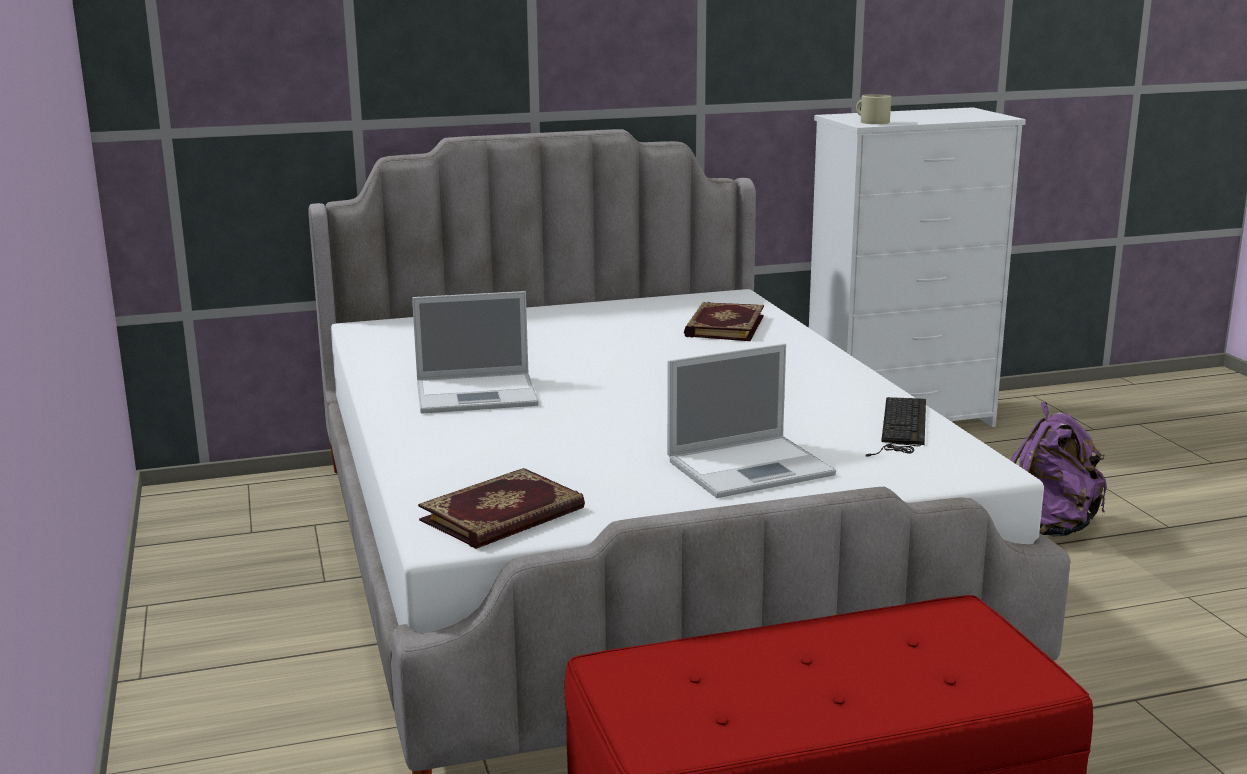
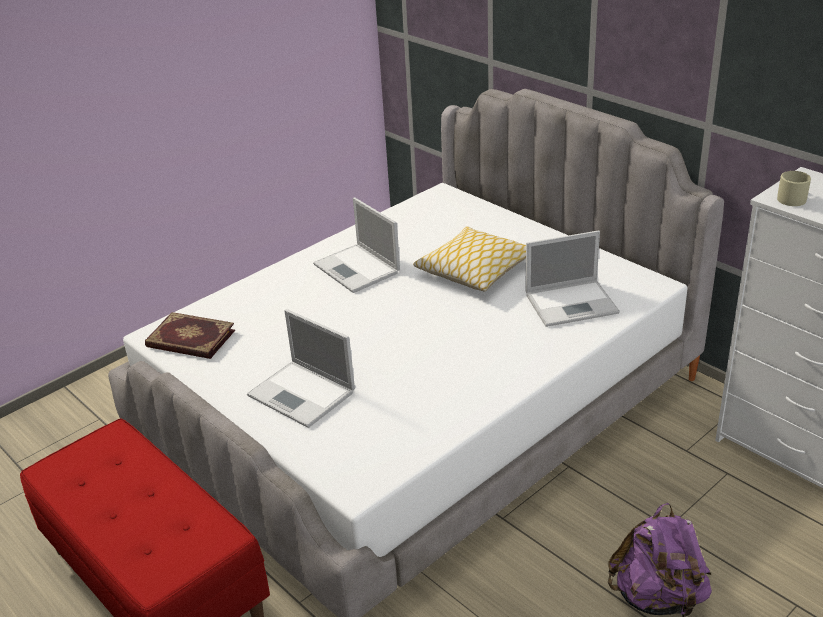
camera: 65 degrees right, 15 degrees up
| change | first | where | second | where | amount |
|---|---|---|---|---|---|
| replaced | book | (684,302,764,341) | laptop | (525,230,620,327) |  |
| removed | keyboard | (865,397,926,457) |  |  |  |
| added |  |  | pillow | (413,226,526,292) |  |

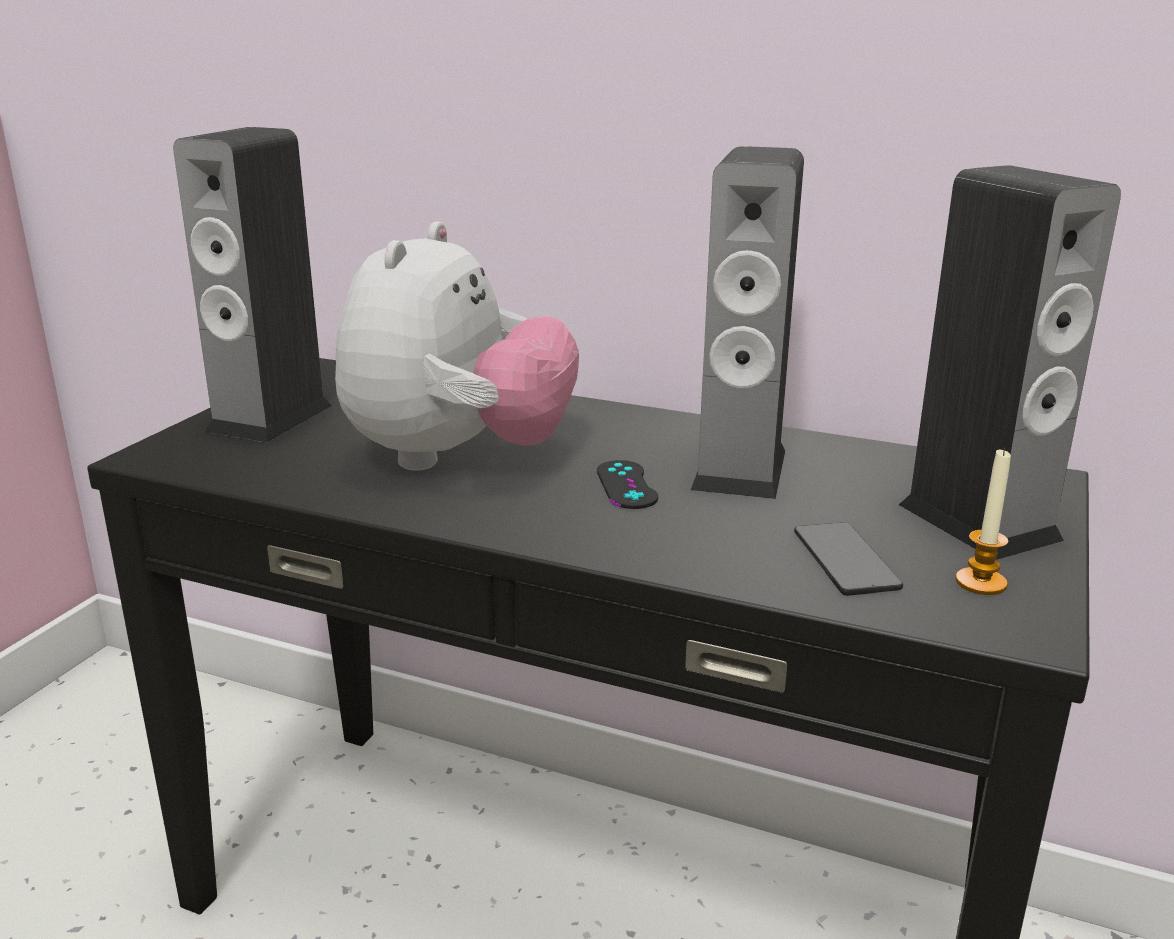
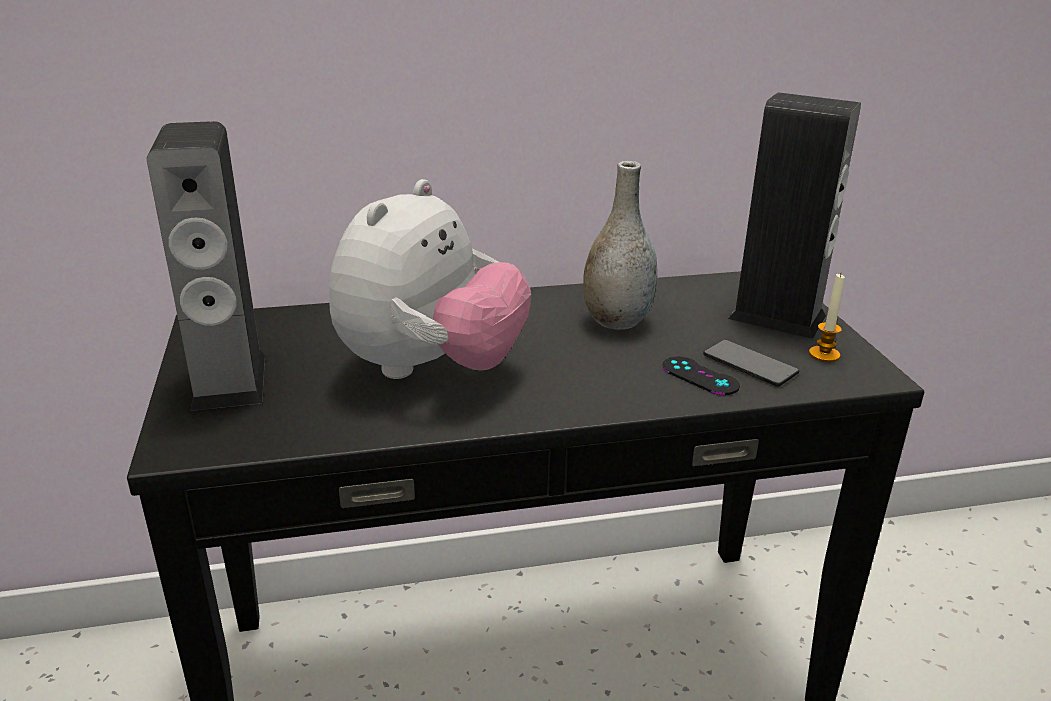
camera: 35 degrees left, 5 degrees up
| change | first | where | second | where | amount |
|---|---|---|---|---|---|
| replaced | speaker | (691,146,804,499) | vase (grey) | (583,161,658,330) |  |
| turned | plush toy | (335,222,579,471) |  | (329,179,531,379) | 45 degrees clockwise |
| moved | game controller (black) | (597,460,658,509) |  | (663,357,740,395) |  |

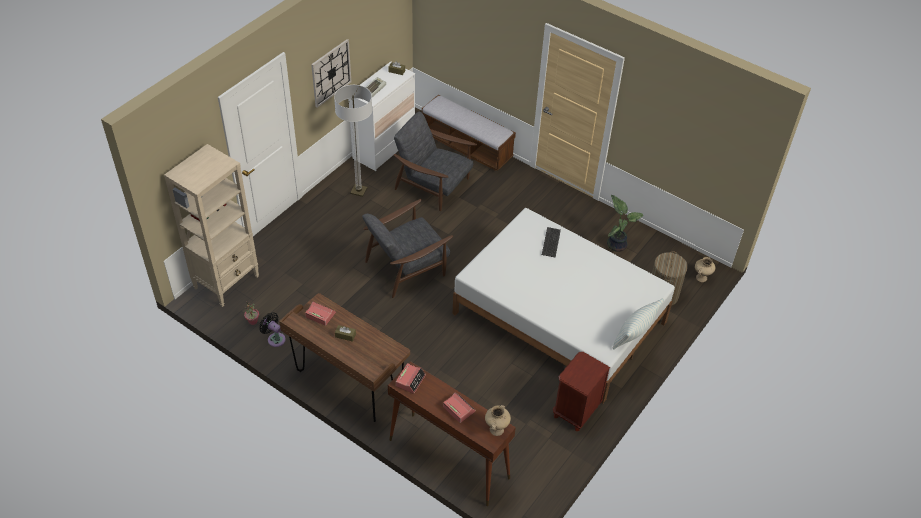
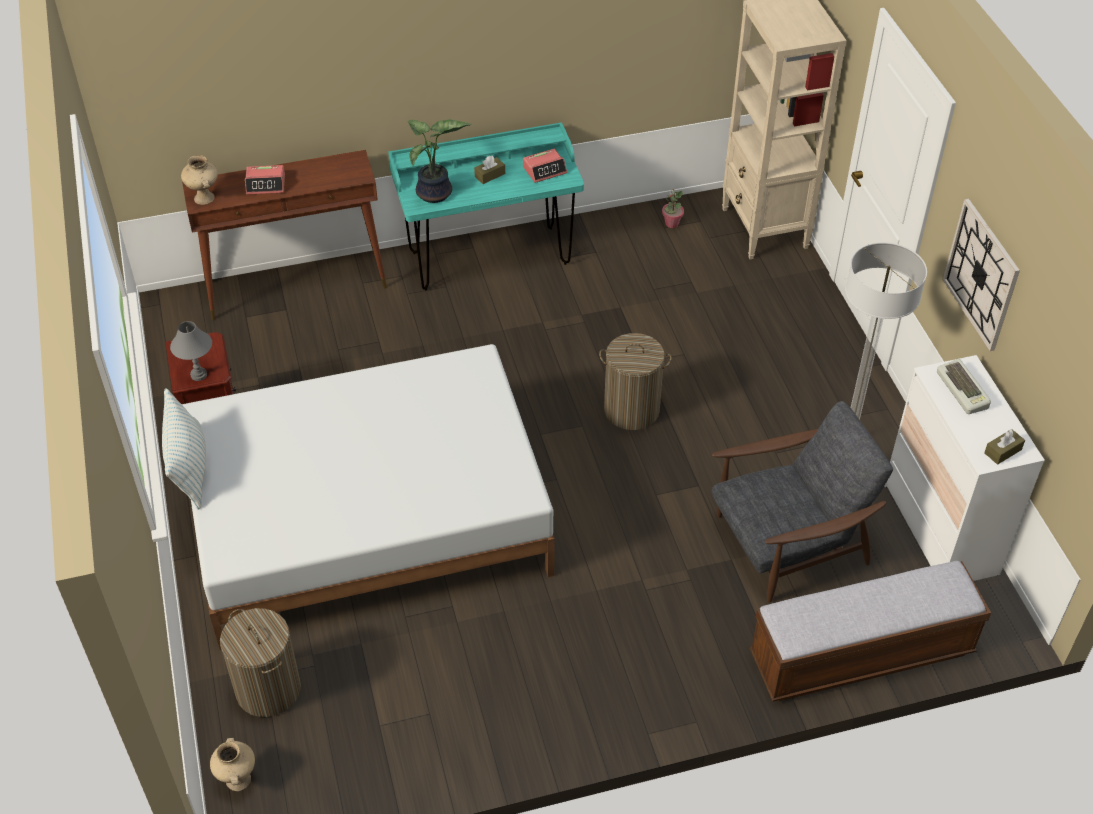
camera: 130 degrees right, 0 degrees up
| change | first | where | second | where | amount |
|---|---|---|---|---|---|
| moved | potted plant | (607,195,643,252) |  | (407,119,472,203) |  |
| replaced | armchair (grey) | (362,199,453,298) | laundry basket | (599,333,672,430) |  |
| removed | keyboard | (542,227,561,258) |  |  |  |
| recoloured | desk (brown) | (279,293,410,422) | desk (turquoise) | (388,122,584,291) |  |
| removed | fan (black) | (259,312,286,347) |  |  |  |
| removed | alarm clock | (396,363,426,394) |  |  |  |
| added |  |  | table lamp (grey) | (170,321,212,381) |  |

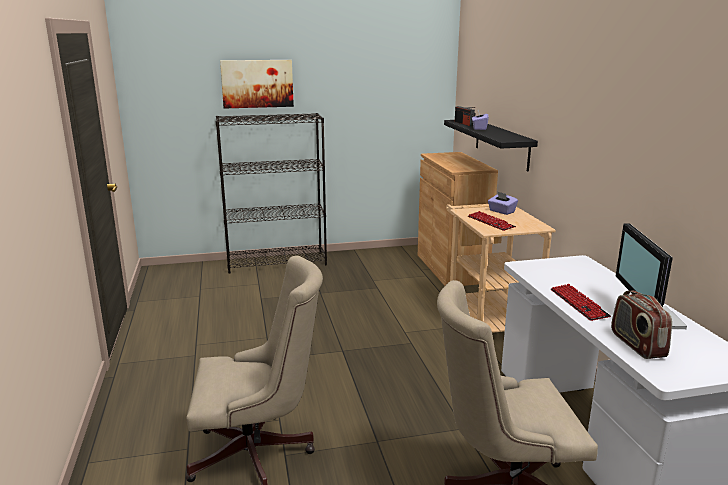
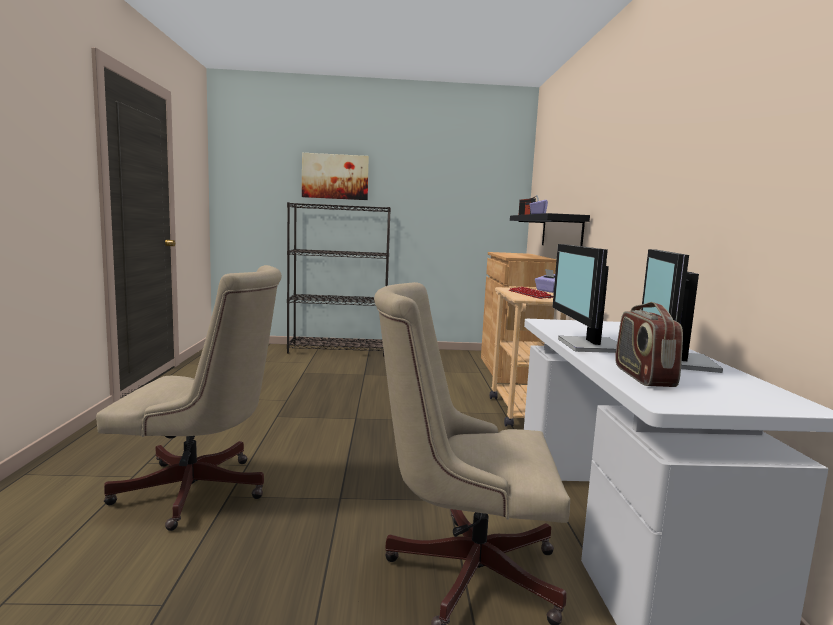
camera: 10 degrees right, 10 degrees down
| change | first | where | second | where | amount |
|---|---|---|---|---|---|
| replaced | keyboard | (551,284,611,321) | monitor | (552,244,617,353) |  |

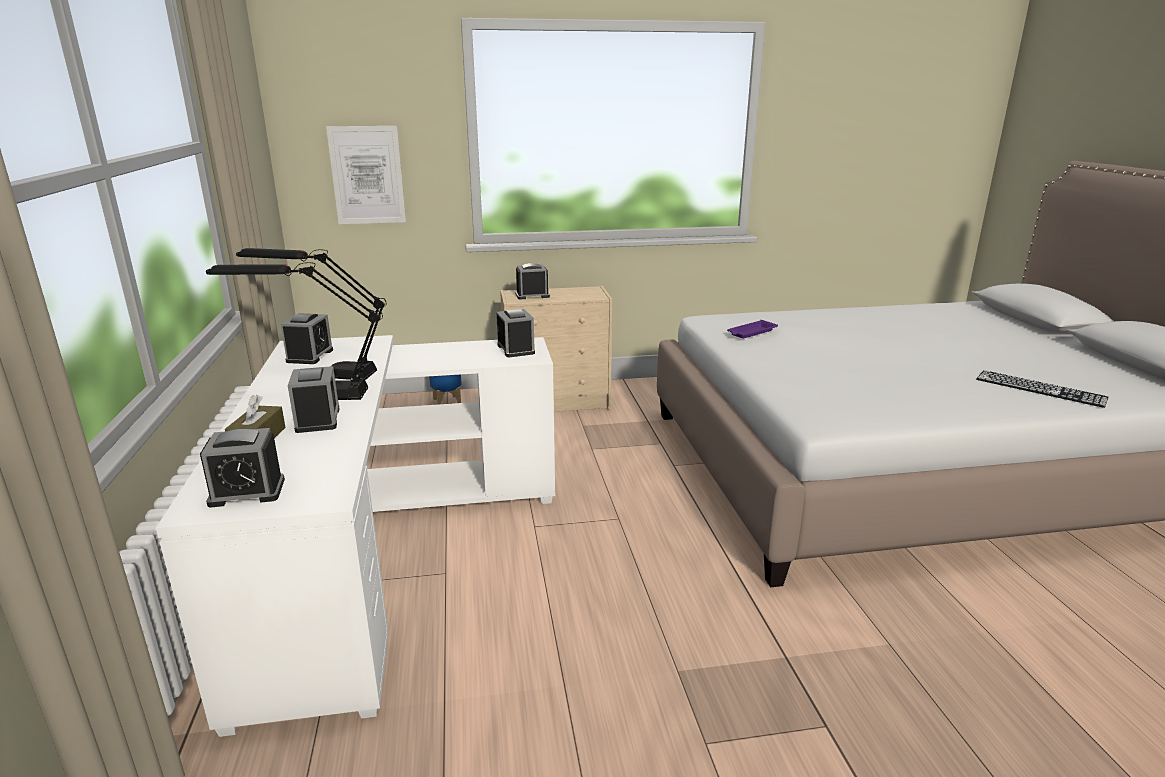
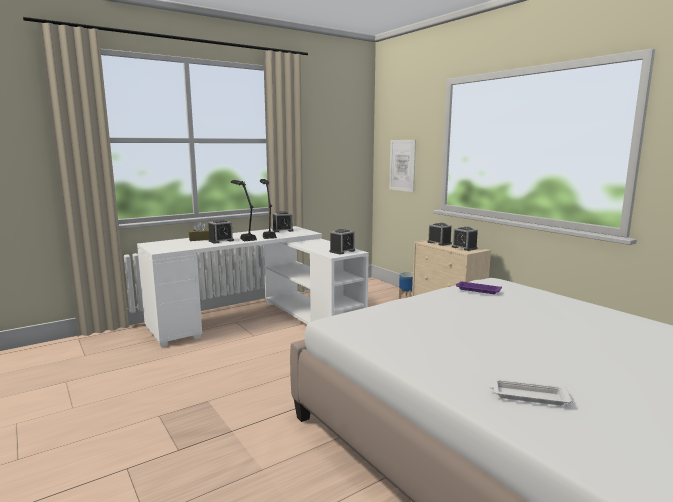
camera: 65 degrees right, 10 degrees down
| change | first | where | second | where | amount |
|---|---|---|---|---|---|
| replaced | keyboard | (976,370,1109,408) | tray (white) | (490,379,573,405) |  |
| moved | alarm clock | (200,428,285,508) |  | (452,227,478,251) |  |

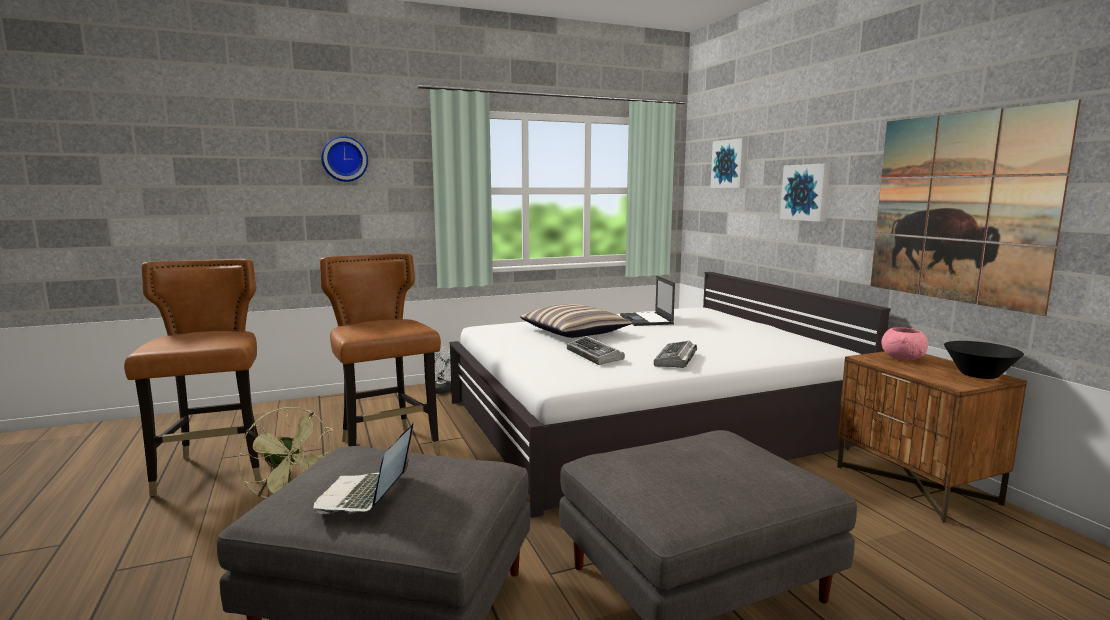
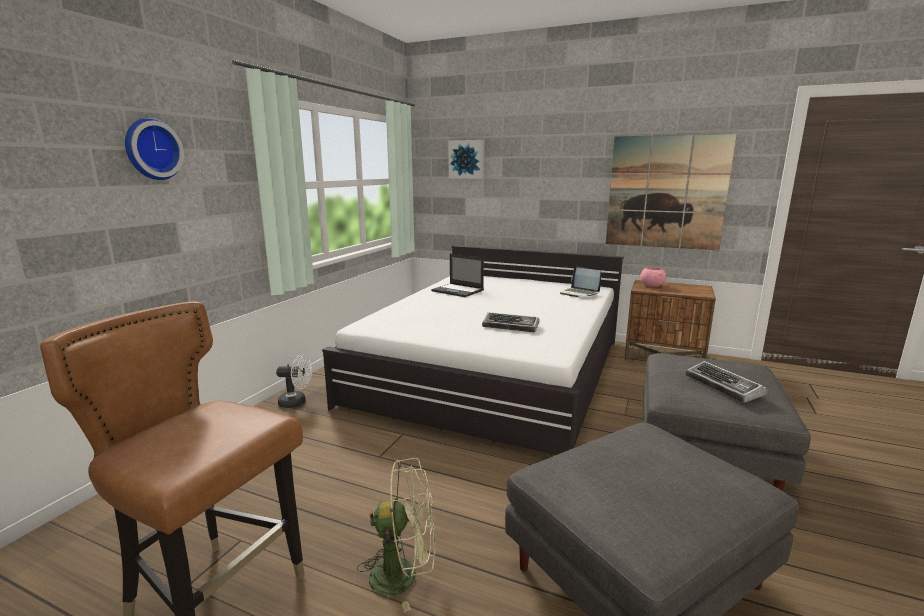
camera: 45 degrees left, 5 degrees up
| change | first | where | second | where | amount |
|---|---|---|---|---|---|
| removed | picture | (780,163,830,222) |  |  |  |
| removed | chair (brown) | (320,253,441,454) |  |  |  |
| removed | pillow | (520,304,632,338) |  |  |  |
| moved | keyboard | (654,341,697,368) |  | (686,361,768,403) |  |
| removed | bowl (black) | (944,341,1024,379) |  |  |  |
| moved | laptop | (314,423,413,514) |  | (560,266,601,297) |  |

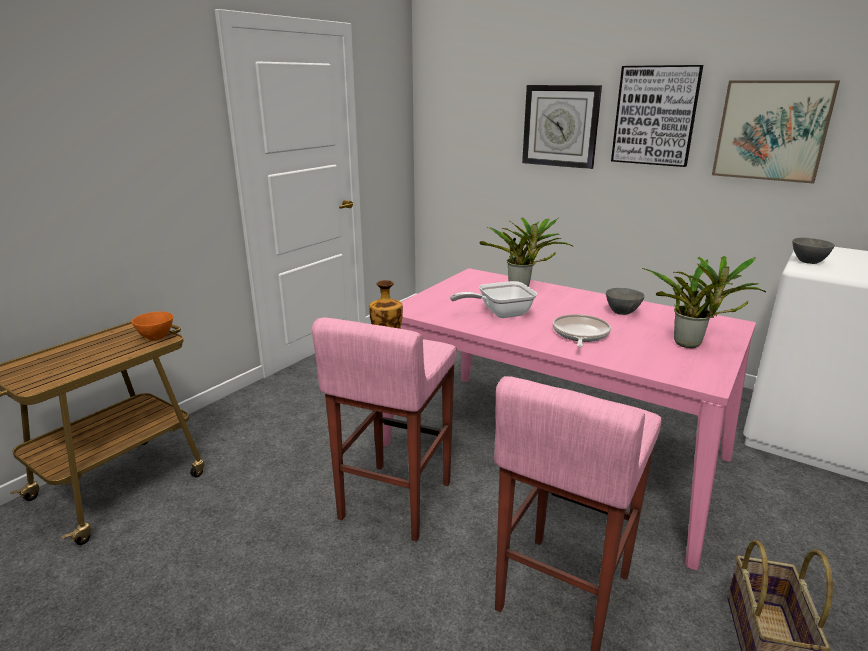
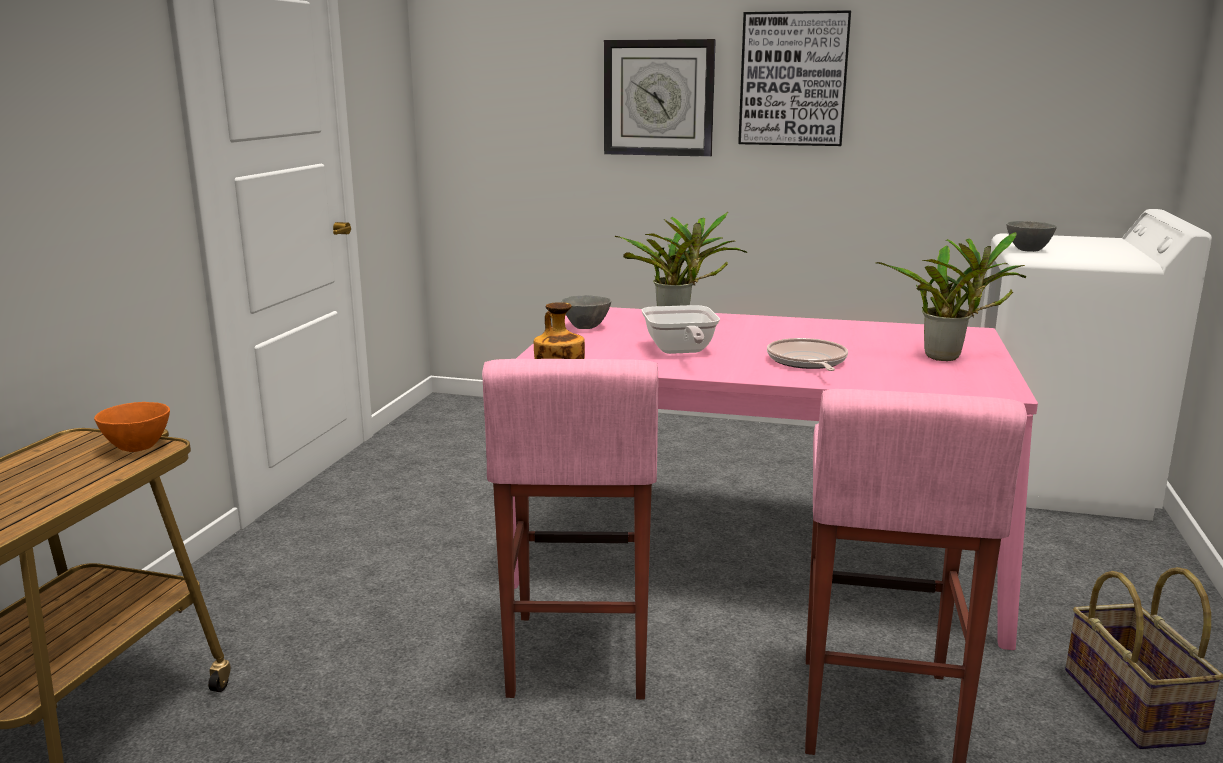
camera: 20 degrees left, 5 degrees down
| change | first | where | second | where | amount |
|---|---|---|---|---|---|
| removed | picture | (712,80,840,184) |  |  |  |
| turned | frying pan | (450,281,537,318) |  | (642,305,720,354) | 60 degrees counterclockwise |
| moved | bowl (grey) | (606,288,645,315) |  | (561,295,611,329) |  |

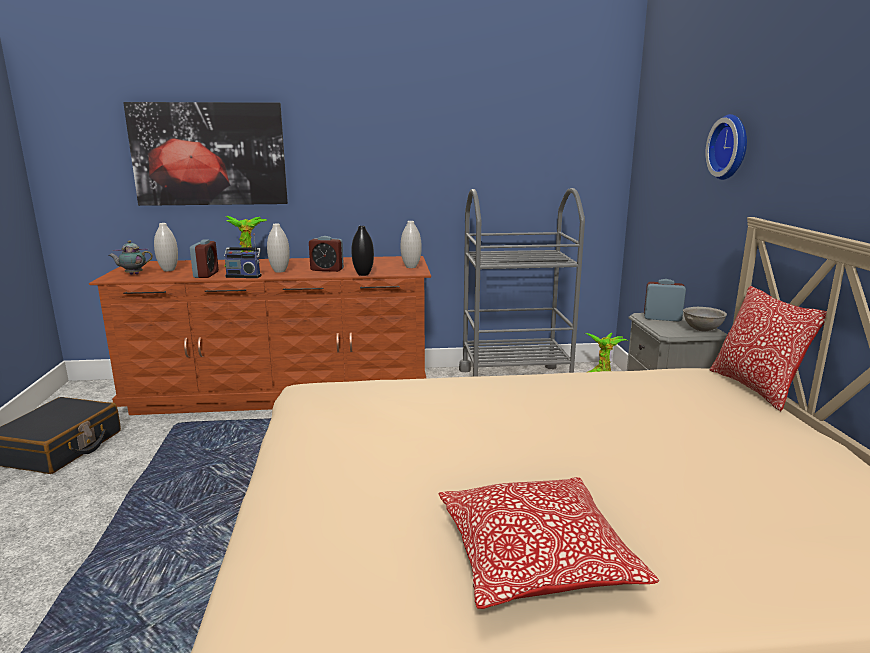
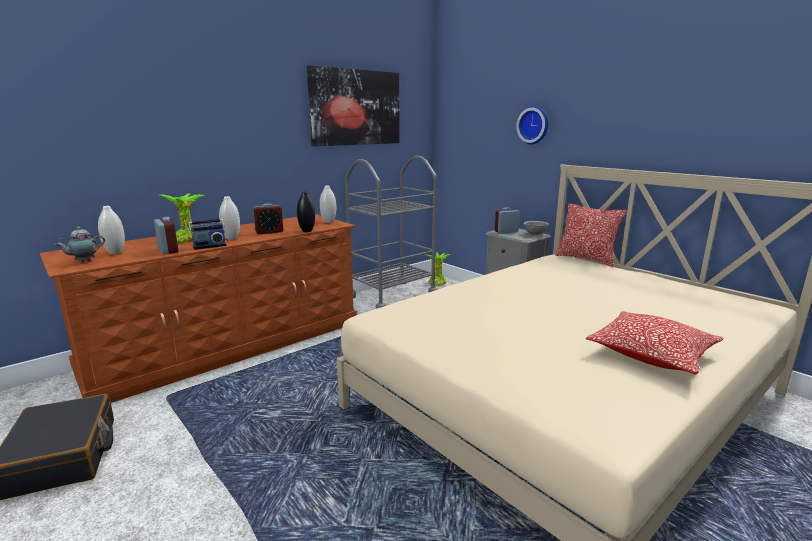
camera: 35 degrees left, 0 degrees up
| change | first | where | second | where | amount |
|---|---|---|---|---|---|
| moved | picture | (123,102,288,206) |  | (307,65,400,146) |  |

